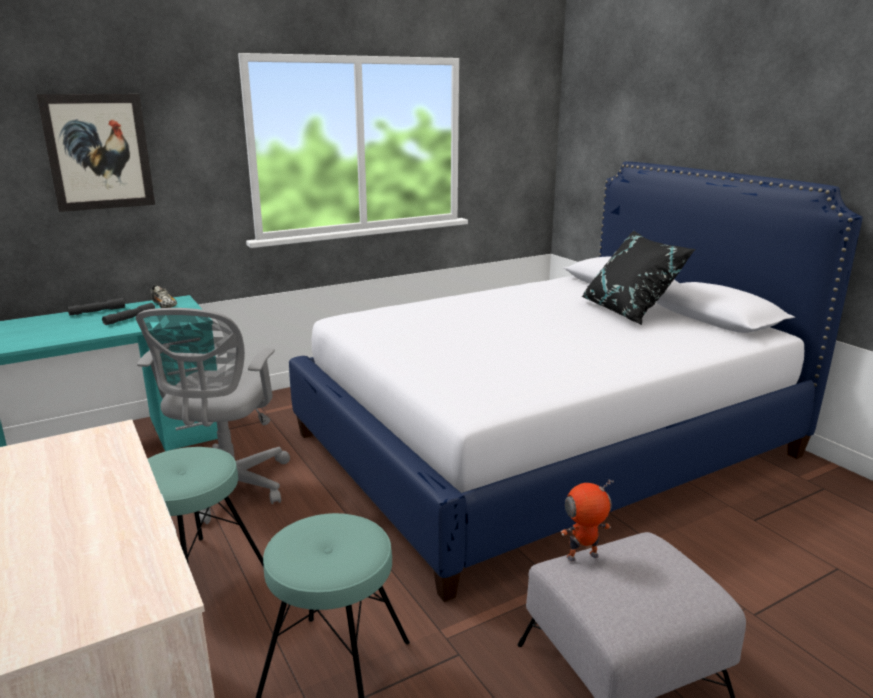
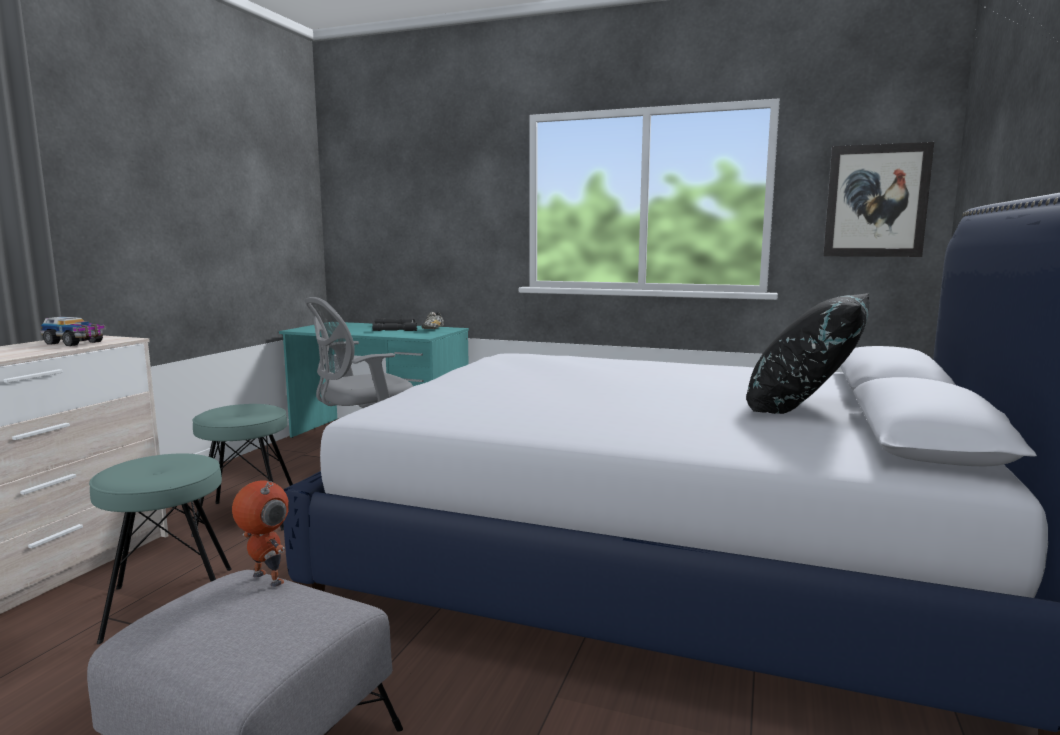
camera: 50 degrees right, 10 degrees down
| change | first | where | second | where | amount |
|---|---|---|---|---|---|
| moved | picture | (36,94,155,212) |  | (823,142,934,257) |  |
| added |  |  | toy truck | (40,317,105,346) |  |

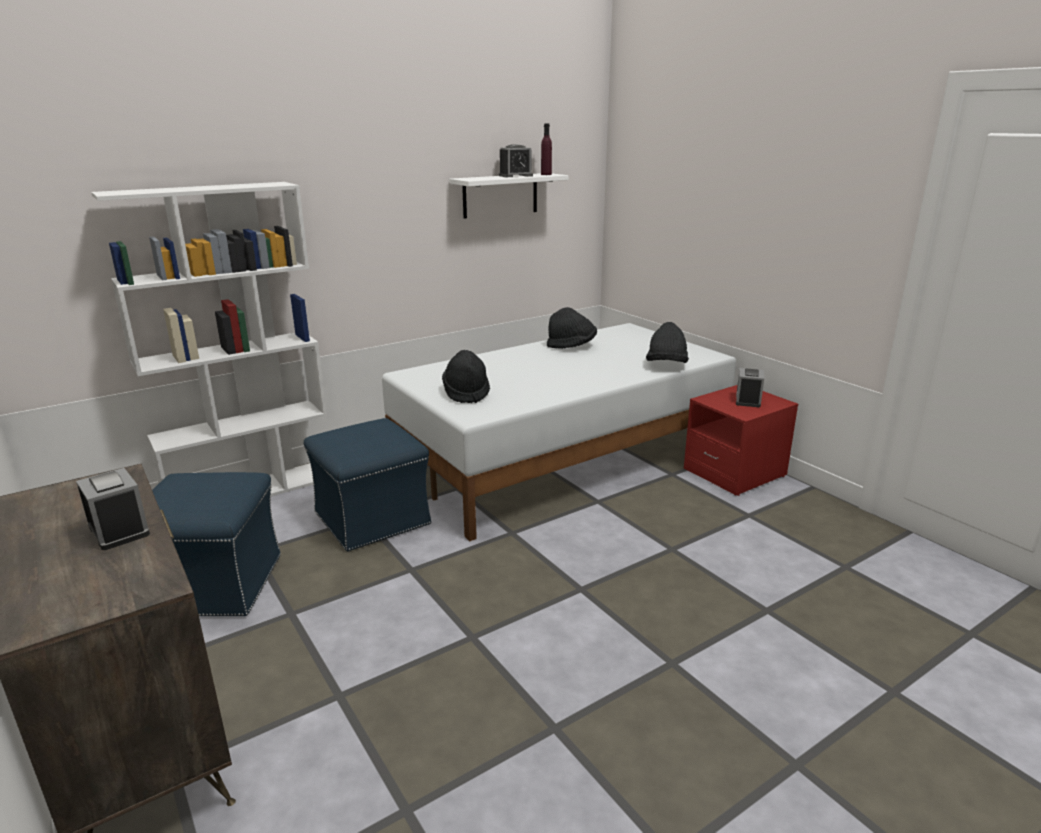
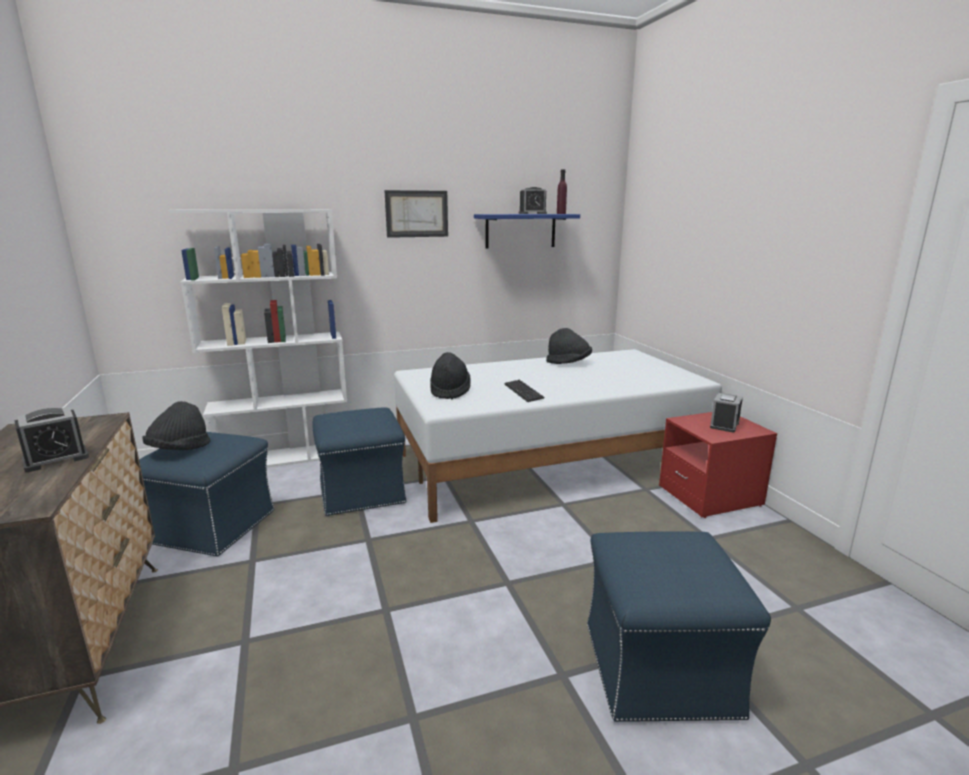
camera: 15 degrees right, 5 degrees down
| change | first | where | second | where | amount |
|---|---|---|---|---|---|
| recoloured | shelf (white) | (449,173,569,219) | shelf (blue) | (474,214,580,249) |  |
| moved | hat (black) | (646,322,689,363) |  | (142,401,210,450) |  |
| turned | alarm clock | (76,468,150,550) |  | (15,407,89,472) | 75 degrees clockwise |
| added |  |  | picture | (384,190,448,238) |  |
| added |  |  | keyboard | (504,380,544,402) |  |
| added |  |  | ottoman (blue) | (587,531,771,722) |  |

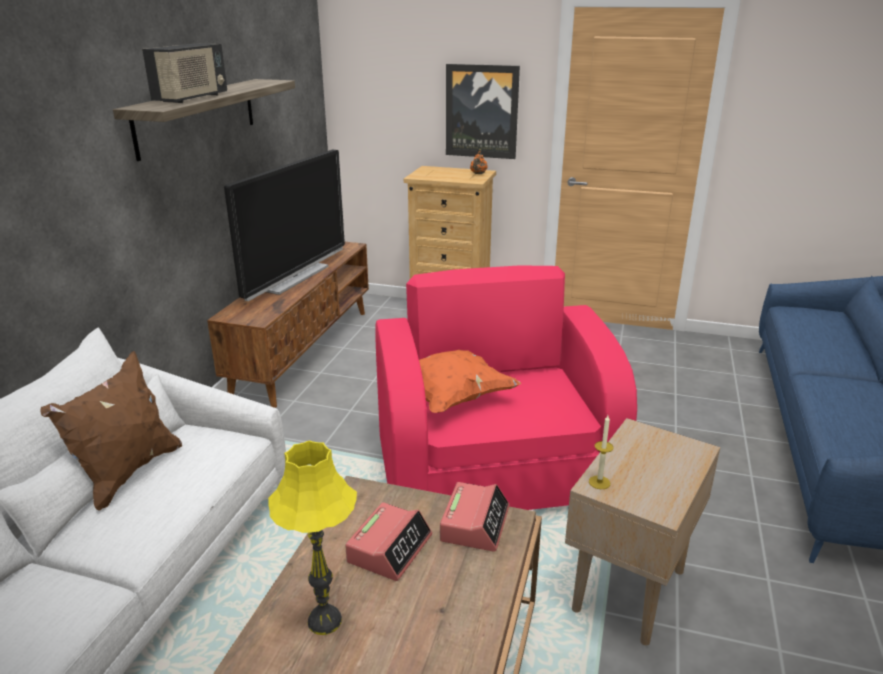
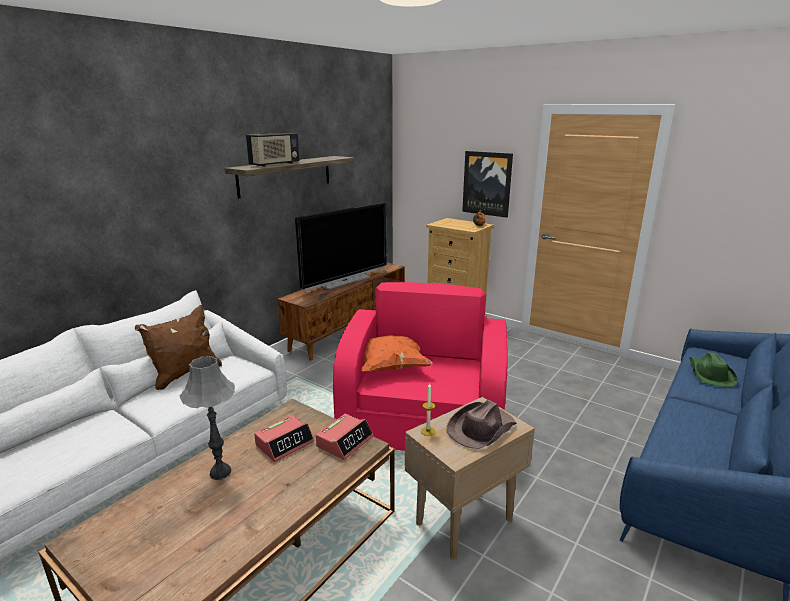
camera: 20 degrees right, 5 degrees down
| change | first | where | second | where | amount |
|---|---|---|---|---|---|
| recoloured | table lamp (yellow) | (268,440,357,635) | table lamp (grey) | (180,356,235,480) |  |
| added |  |  | hat (green) | (689,352,738,387) |  |
| added |  |  | hat (brown) | (447,400,517,449) |  |

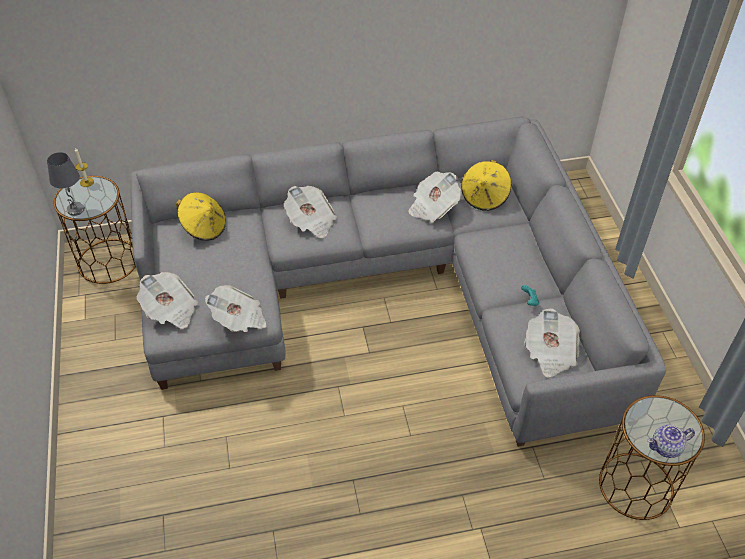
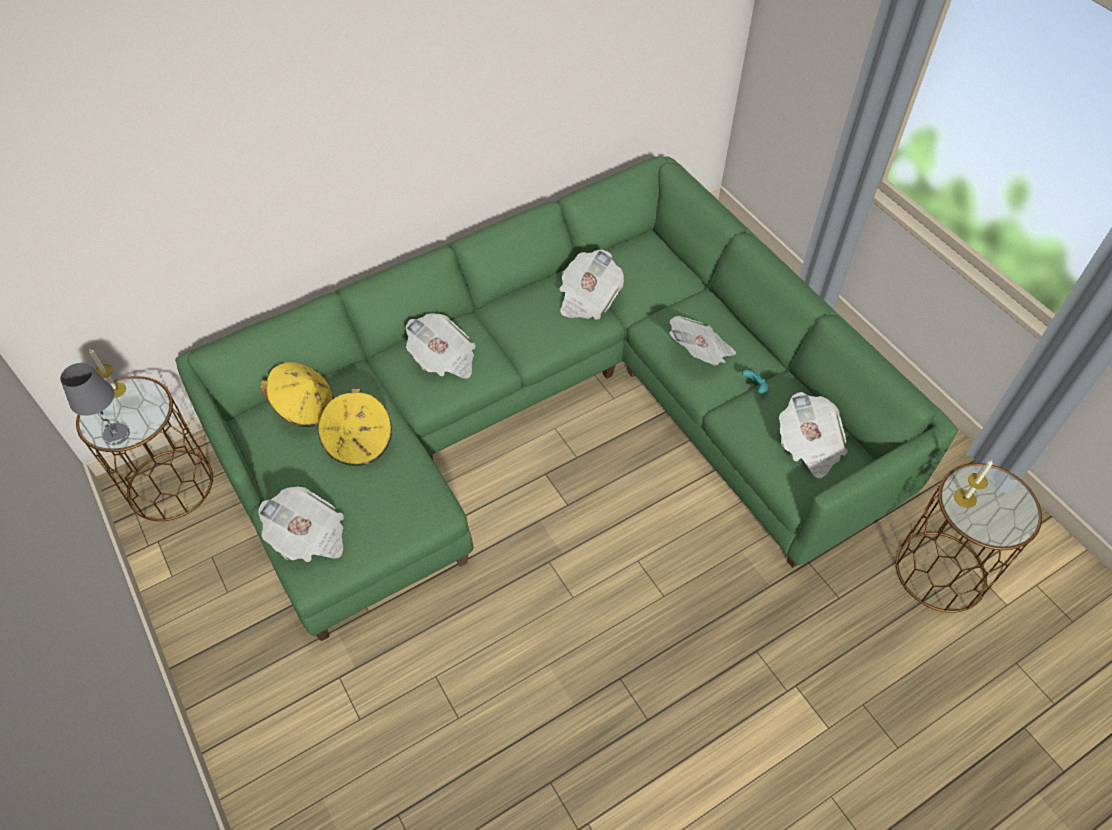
camera: 20 degrees left, 5 degrees up
| change | first | where | second | where | amount |
|---|---|---|---|---|---|
| recoloured | sofa (grey) | (131,117,666,447) | sofa (green) | (175,156,958,641) |  |
| moved | hat (yellow) | (461,160,511,211) |  | (318,389,392,466) |  |
| moved | newspaper | (205,285,267,332) |  | (669,316,736,366) |  |
| removed | teapot | (647,424,695,458) |  |  |  |
| added |  |  | candle | (954,460,993,508) |  |

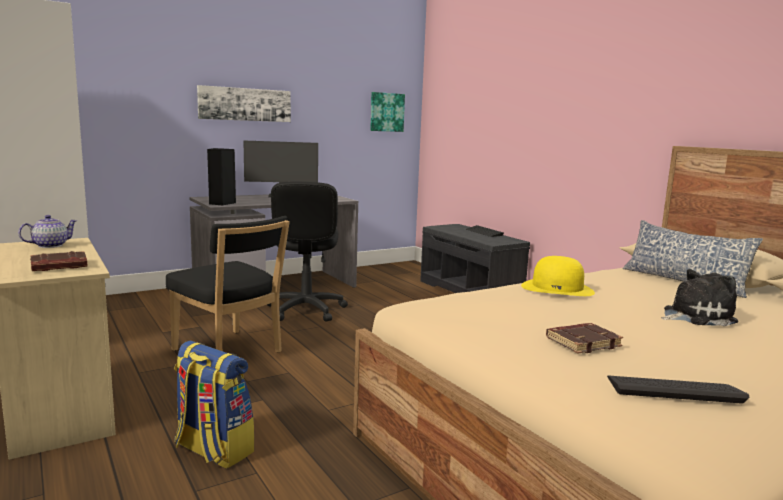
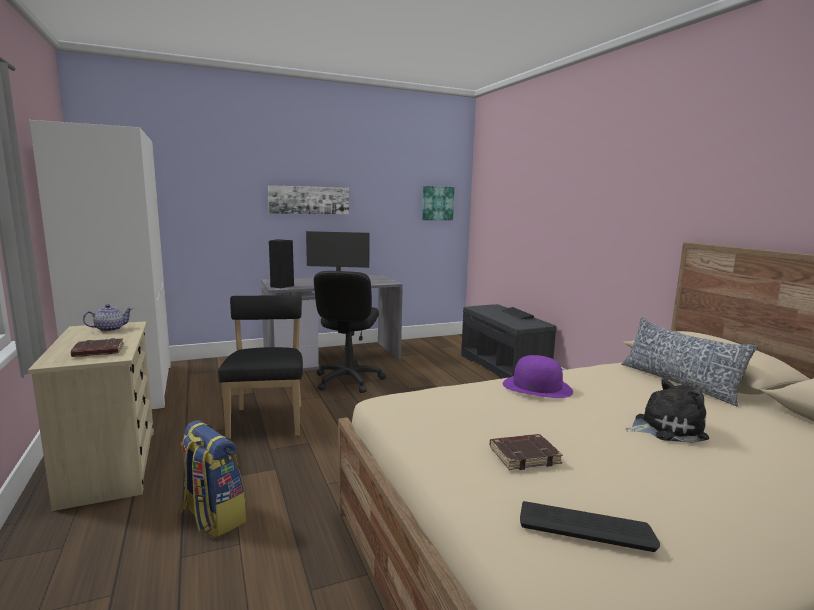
camera: 10 degrees right, 0 degrees up
| change | first | where | second | where | amount |
|---|---|---|---|---|---|
| turned | chair (black) | (166,216,290,353) |  | (218,295,303,439) | 150 degrees counterclockwise |
| recoloured | hat (yellow) | (521,256,595,296) | hat (purple) | (503,355,573,398) |  |

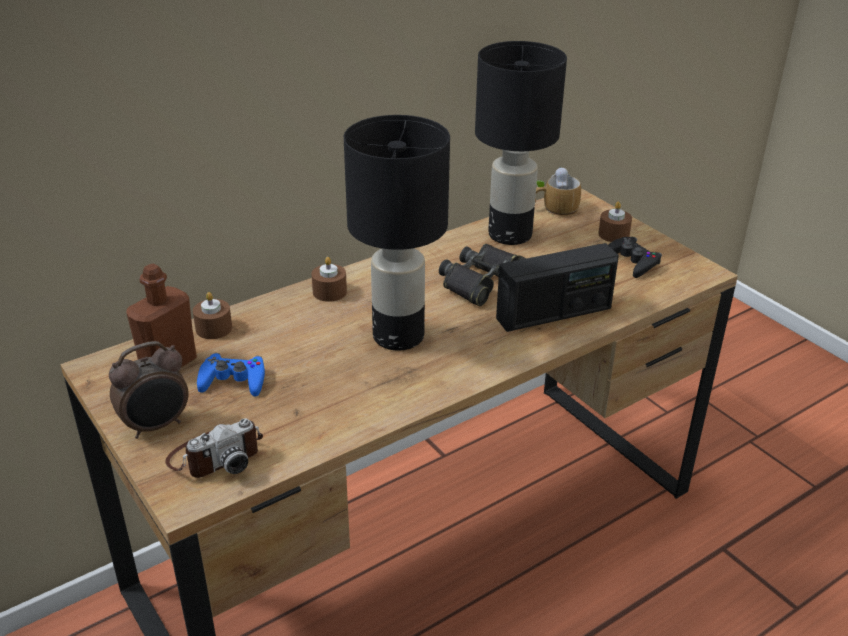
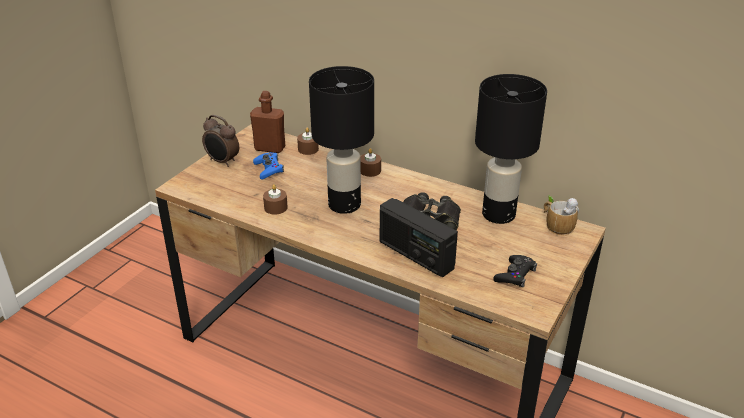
camera: 65 degrees right, 0 degrees up
| change | first | where | second | where | amount |
|---|---|---|---|---|---|
| moved | candle (brown) | (598,201,632,242) |  | (263,184,287,215) |  |
| removed | photo camera | (166,418,263,478) |  |  |  |

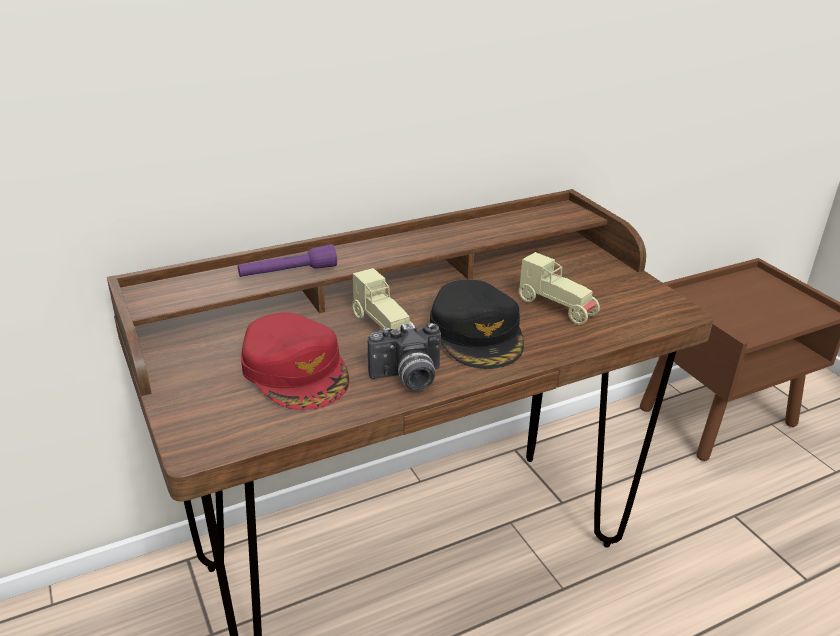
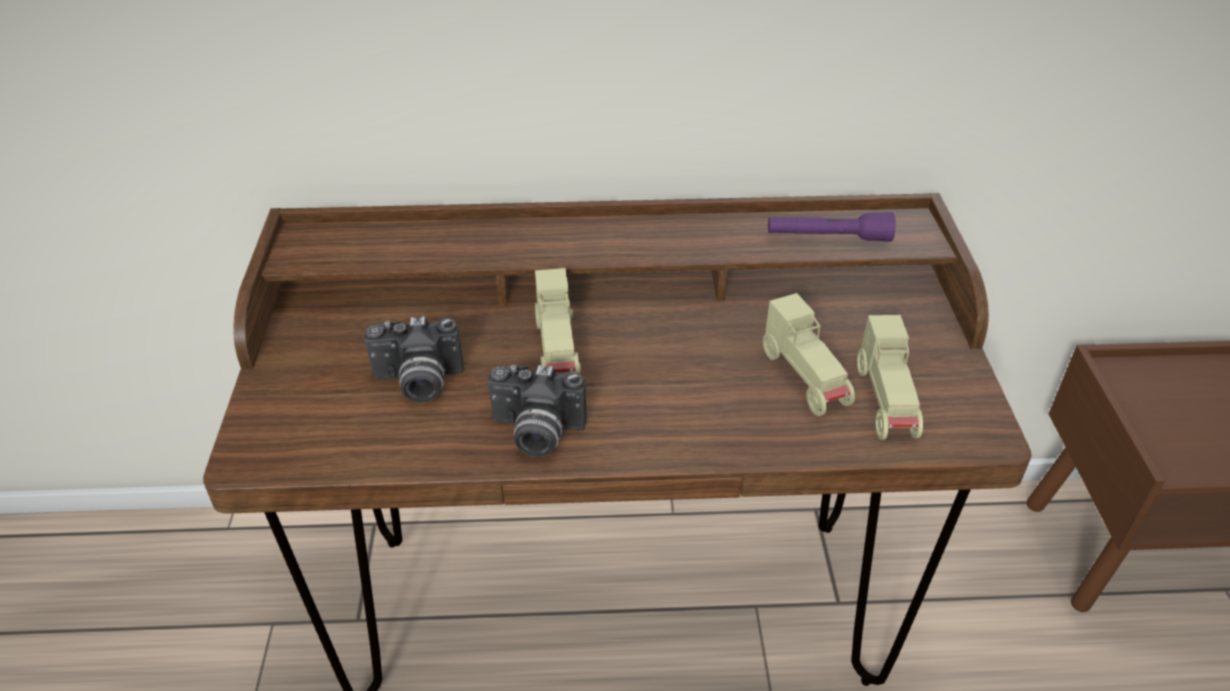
camera: 25 degrees right, 10 degrees up
| change | first | where | second | where | amount |
|---|---|---|---|---|---|
| moved | flashlight (purple) | (238,244,337,277) |  | (768,212,896,242) |  |
| removed | cap (black) | (430,280,524,369) |  |  |  |
| replaced | cap (red) | (241,312,350,410) | photo camera | (364,316,464,403) |  |
| added |  |  | toy car (beige) | (857,315,923,440) |  |

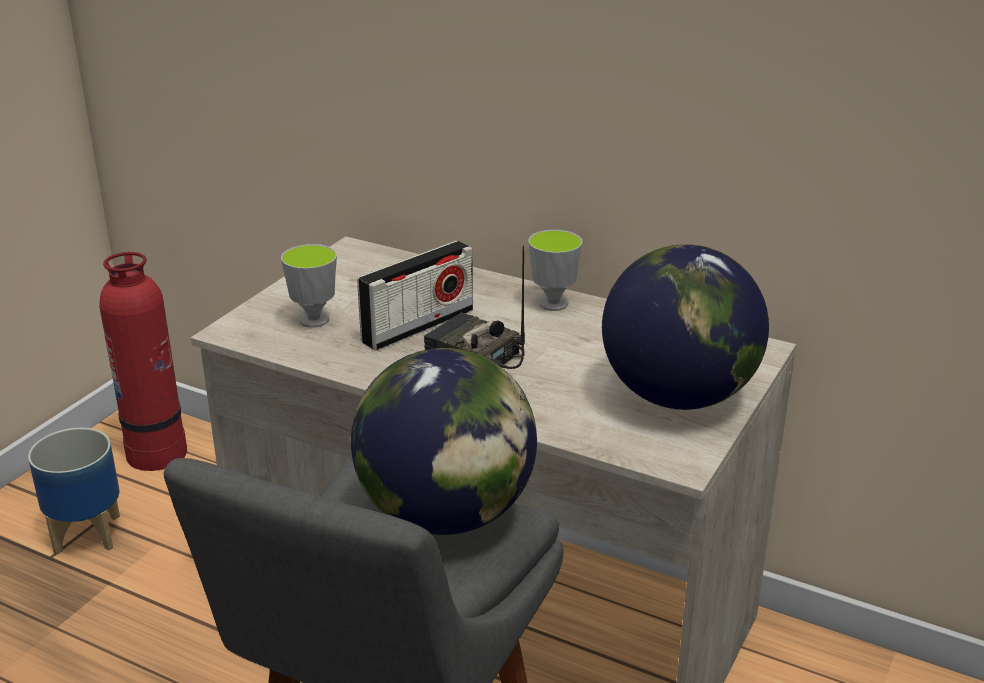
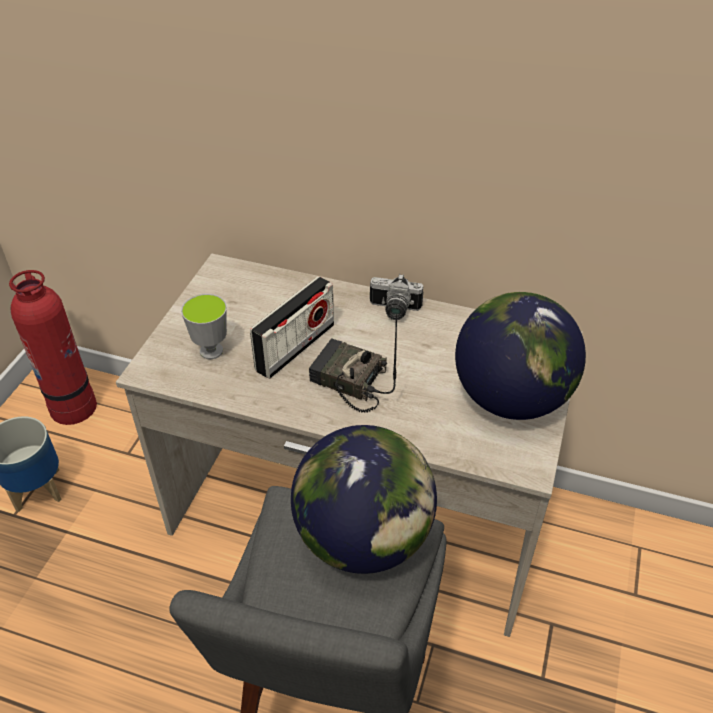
camera: 10 degrees left, 15 degrees up
| change | first | where | second | where | amount |
|---|---|---|---|---|---|
| replaced | cup | (528,230,583,311) | photo camera | (370,274,423,320) |  |

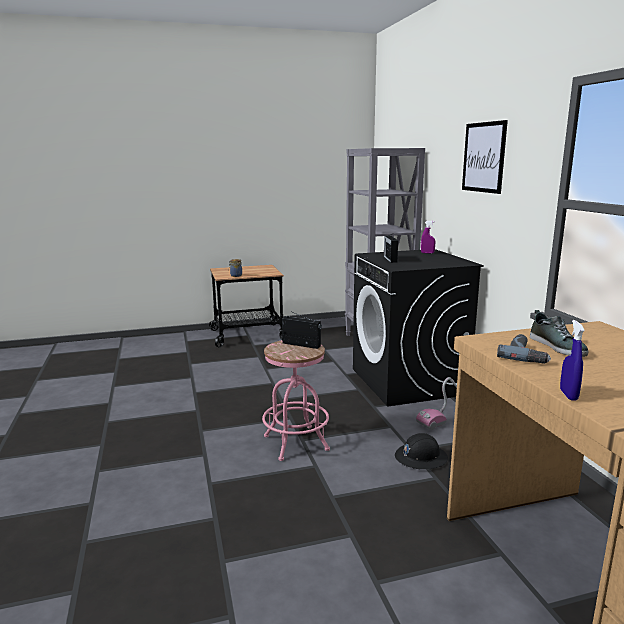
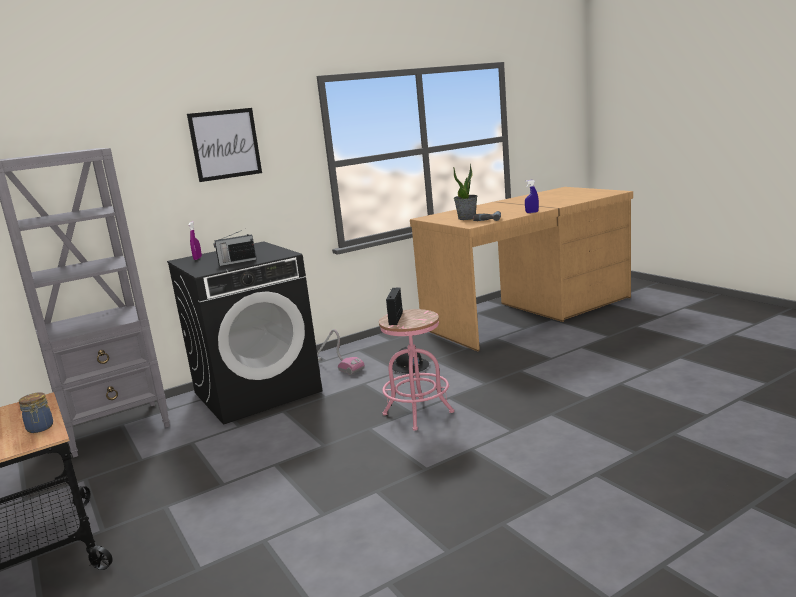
camera: 105 degrees left, 0 degrees up
| change | first | where | second | where | amount |
|---|---|---|---|---|---|
| replaced | shoe | (530,310,588,357) | potted plant | (453,164,477,220) |  |

